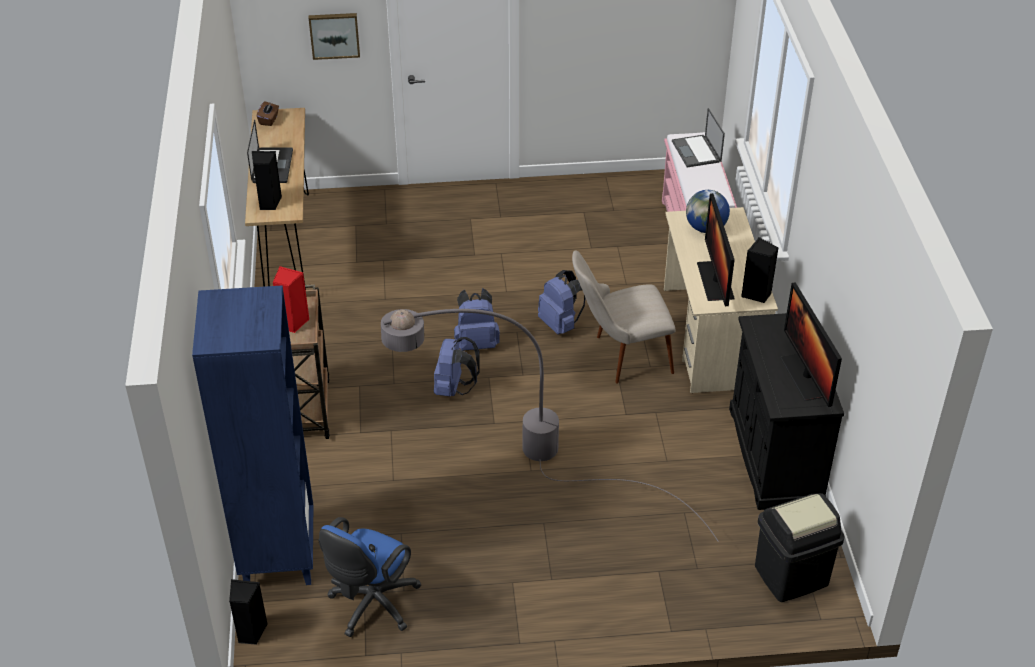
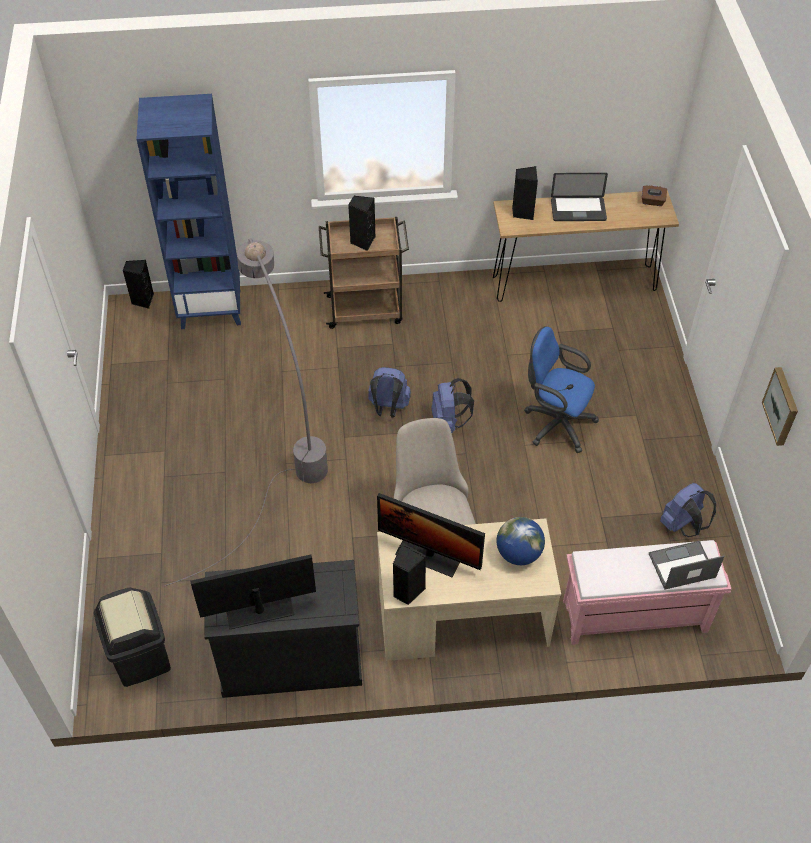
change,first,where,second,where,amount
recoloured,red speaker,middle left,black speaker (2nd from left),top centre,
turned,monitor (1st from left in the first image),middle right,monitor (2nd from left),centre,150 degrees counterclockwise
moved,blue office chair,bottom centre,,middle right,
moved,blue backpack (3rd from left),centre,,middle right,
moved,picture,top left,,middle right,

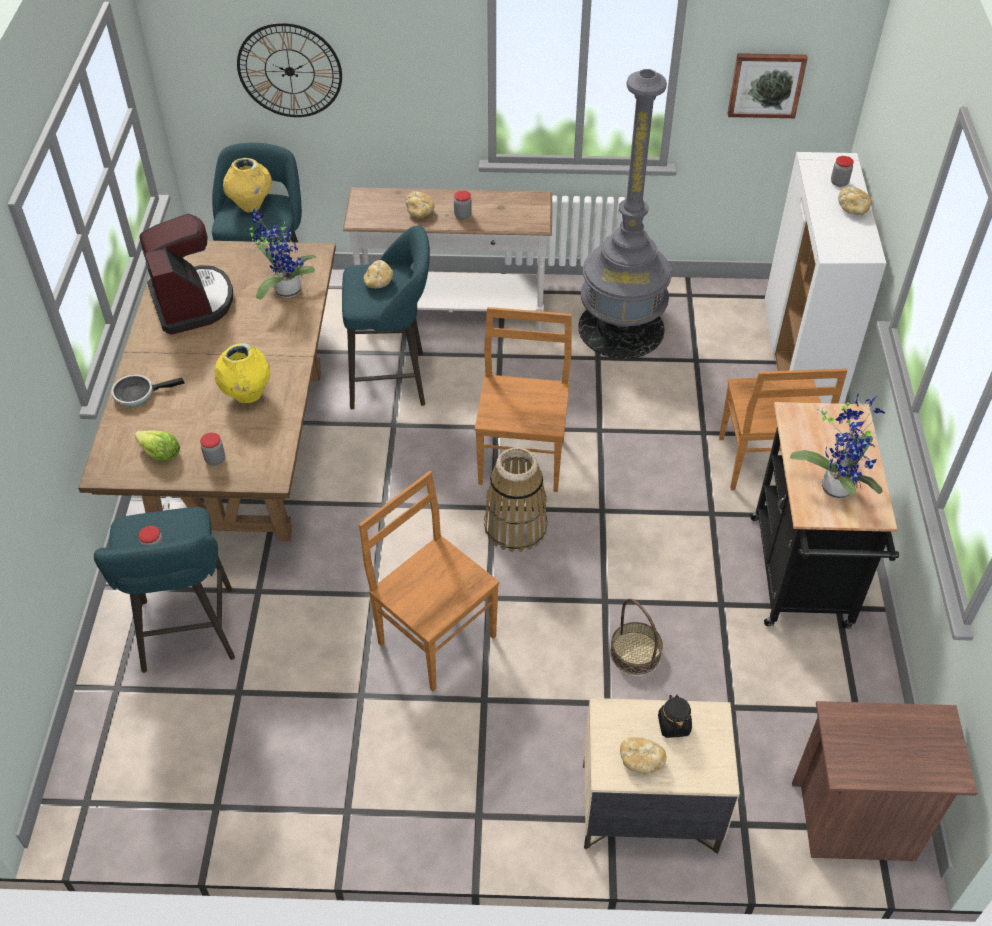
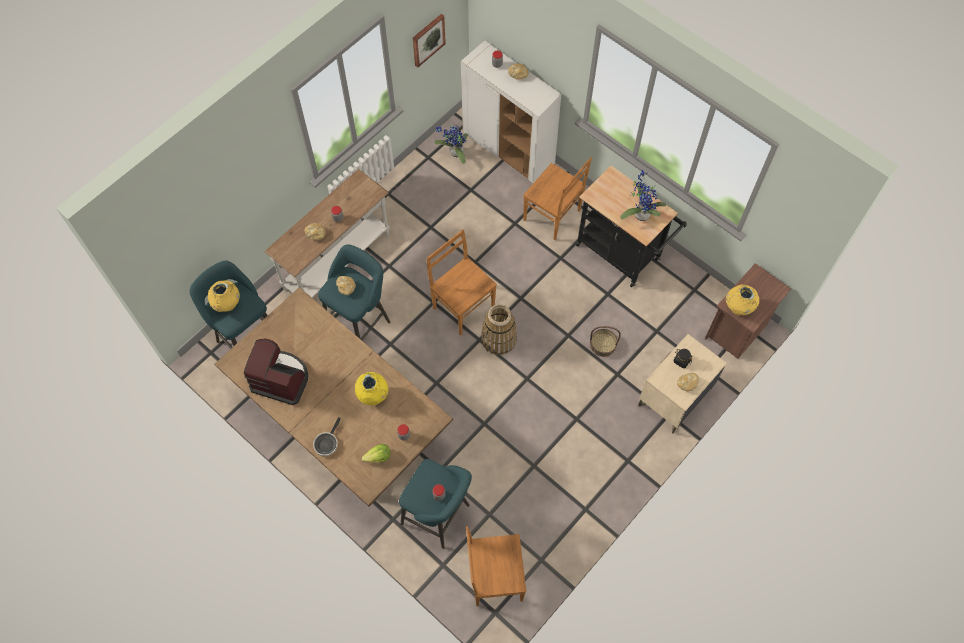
change,first,where,second,where,amount
moved,potted plant (1st from left),top left,,top centre,
moved,brown chair (1st from left in the first image),centre,brown chair (2nd from left),bottom centre,
added,,,yellow vase (3rd from left),middle right,
removed,wall clock,top left,,,
removed,grey floor lamp,top centre,,,

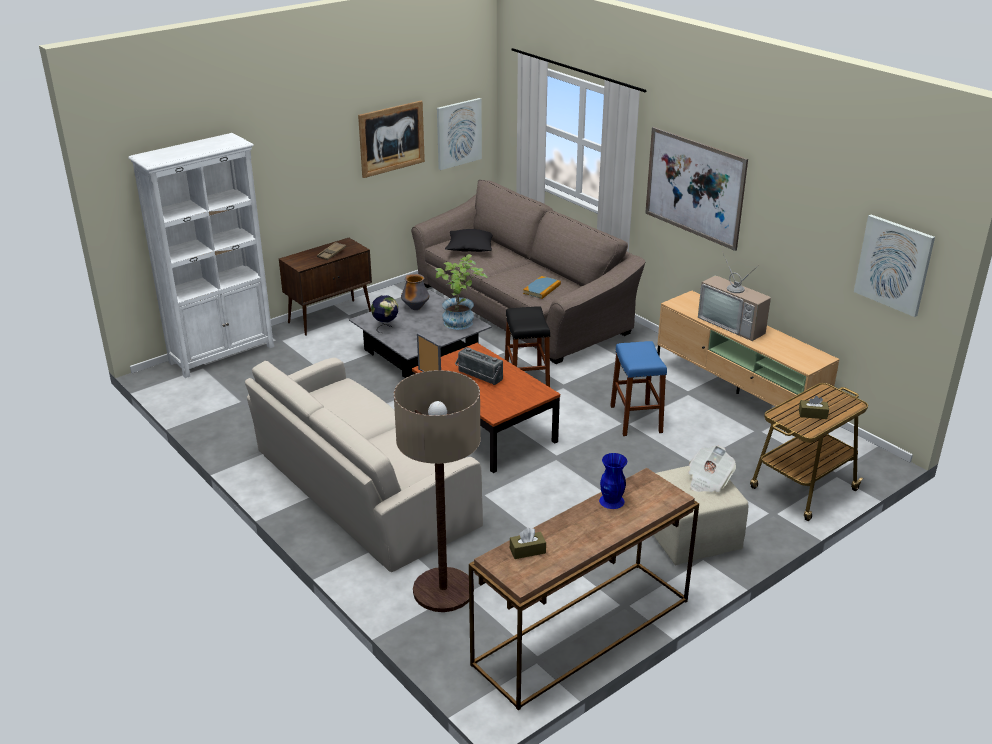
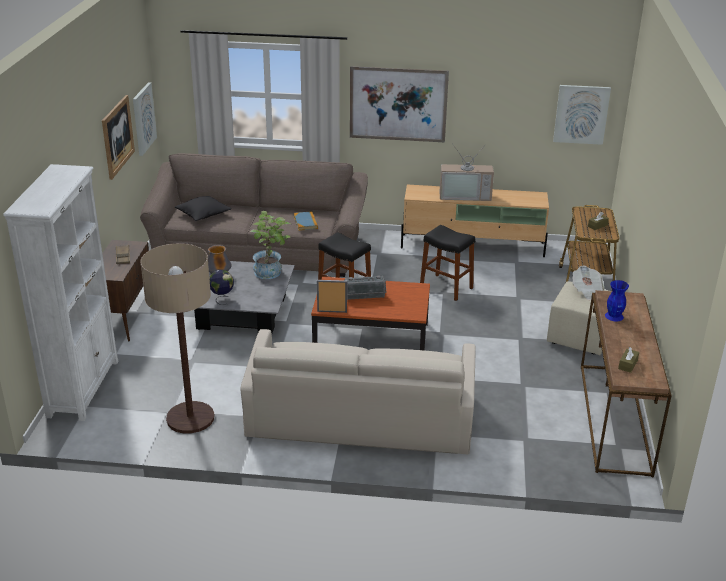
change,first,where,second,where,amount
moved,floor lamp,centre,,middle left,
recoloured,blue stool,centre,black stool (2nd from left),centre,

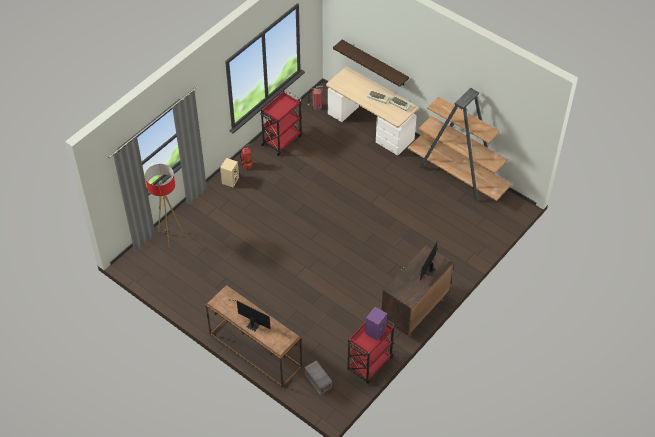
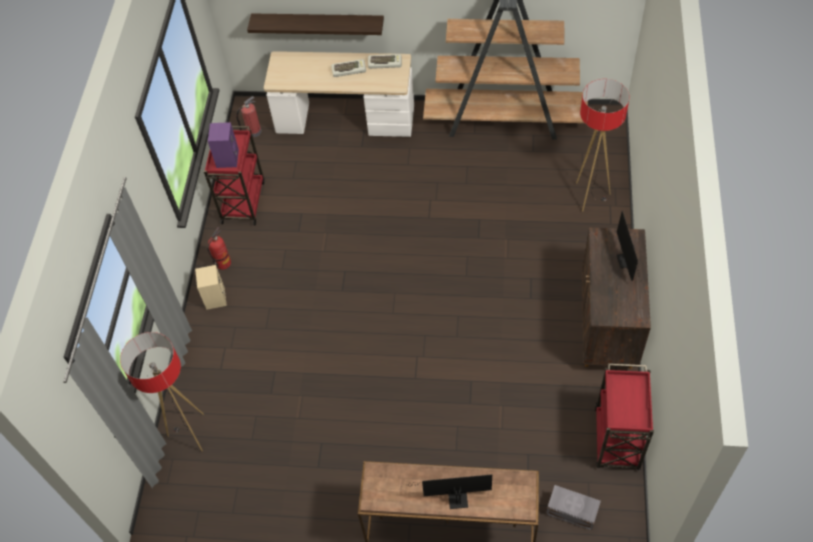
change,first,where,second,where,amount
moved,purple speaker,bottom centre,,top left,
added,,,floor lamp (2nd from left),top right,

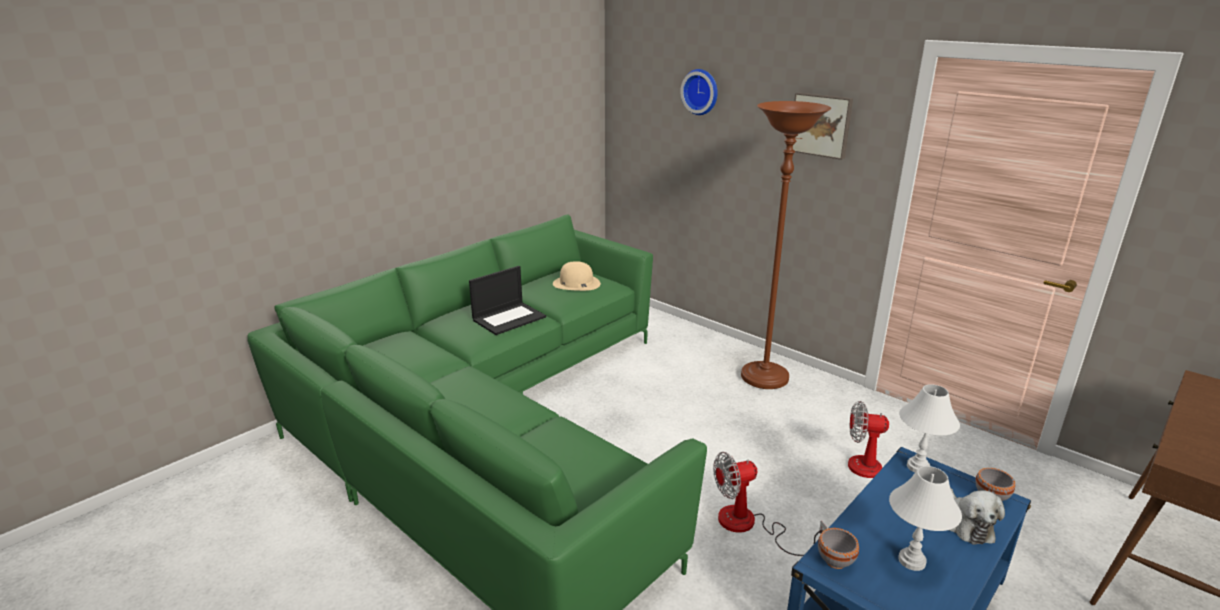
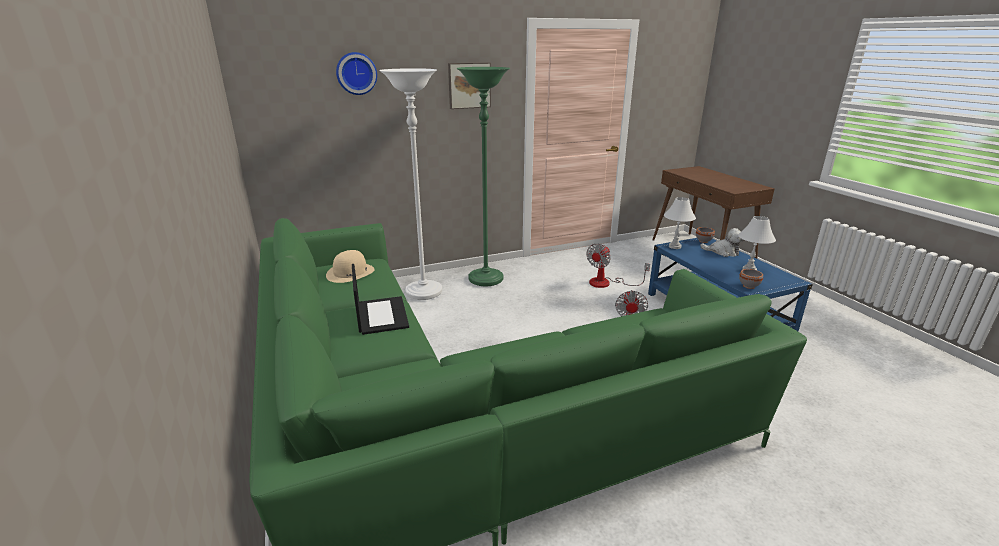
change,first,where,second,where,amount
added,,,white floor lamp,centre,
recoloured,brown floor lamp,centre,green floor lamp,top centre,

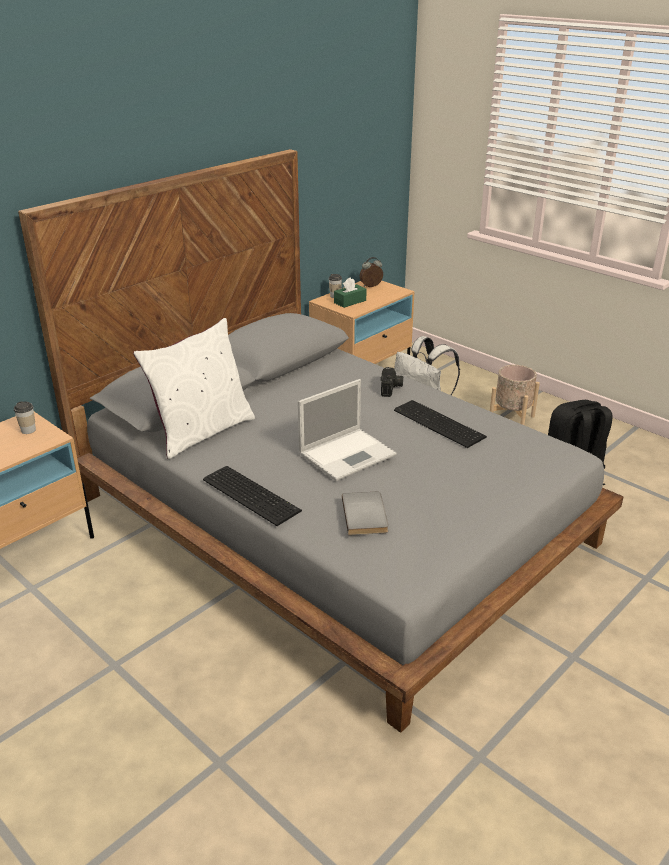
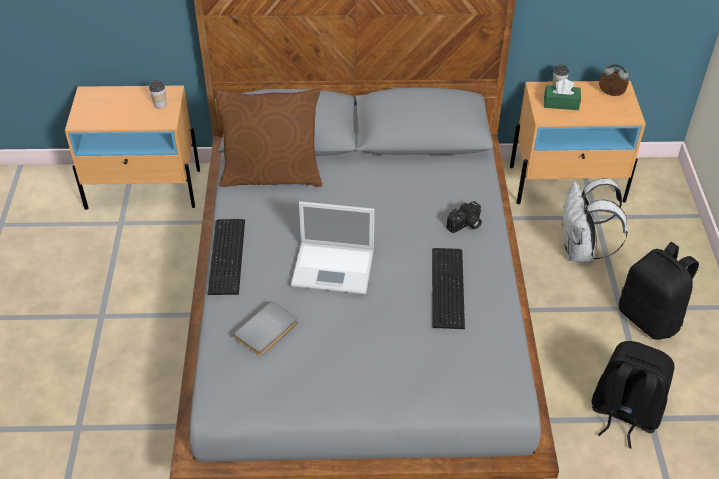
change,first,where,second,where,amount
recoloured,white pillow,middle left,brown pillow,top centre,
replaced,beige planter,middle right,black backpack (2nd from left),middle right,

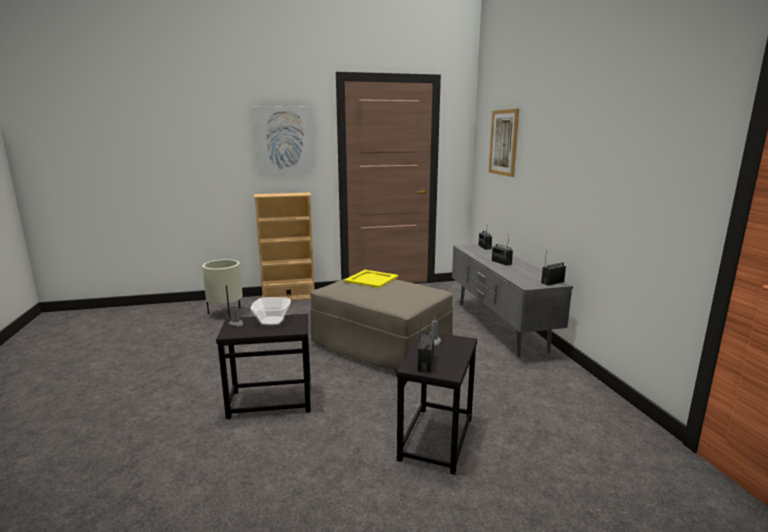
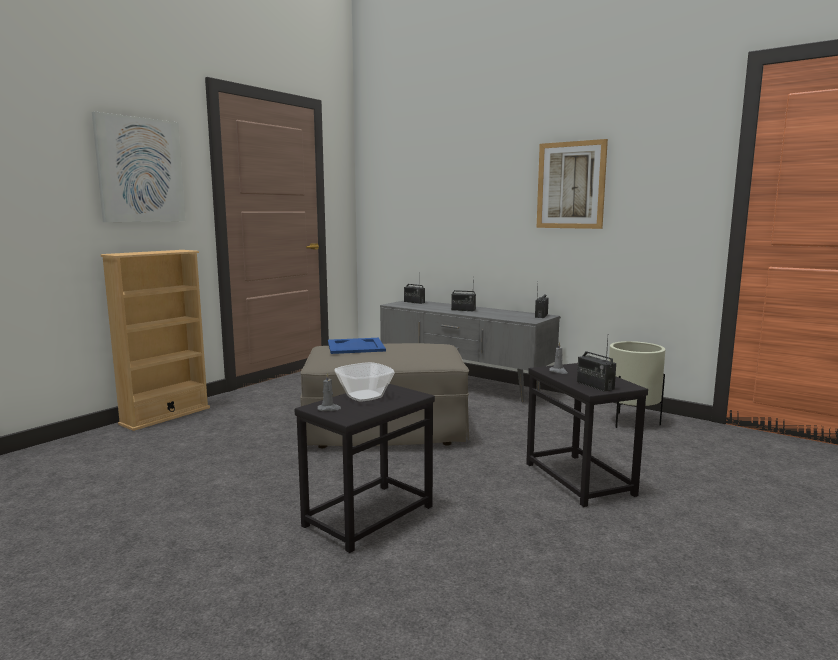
change,first,where,second,where,amount
recoloured,yellow tray,centre,blue tray,centre,
moved,picture (2nd from left),top centre,,top right,
moved,beige planter,middle left,,middle right,

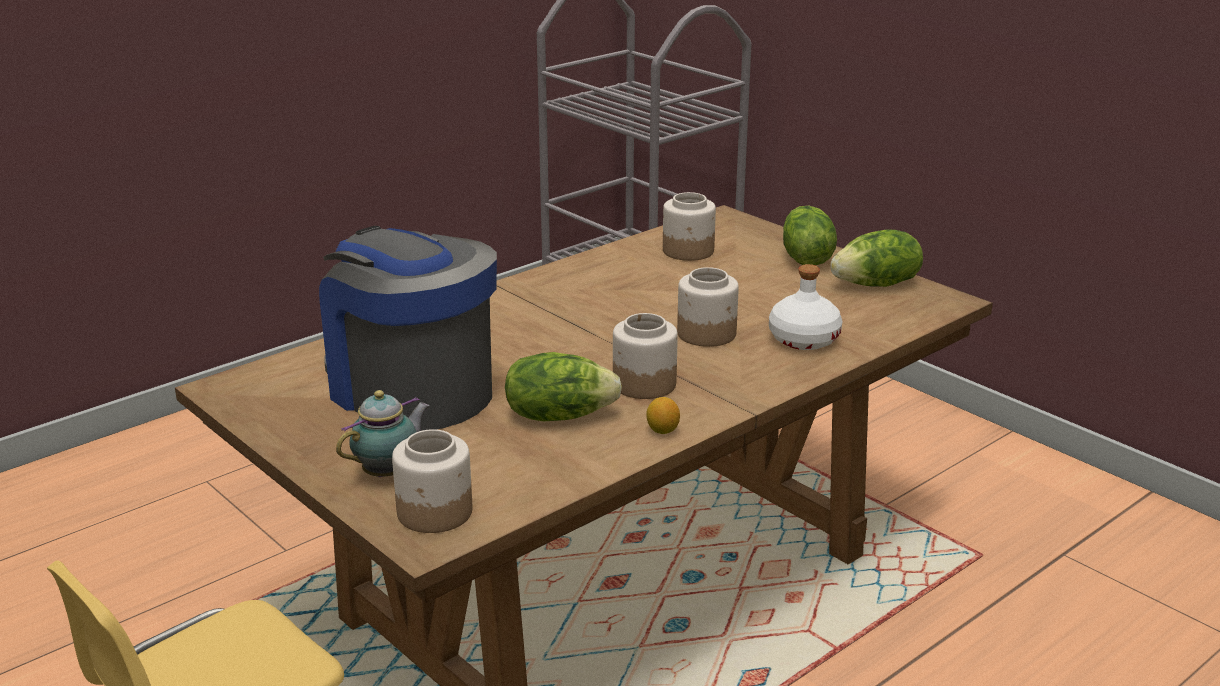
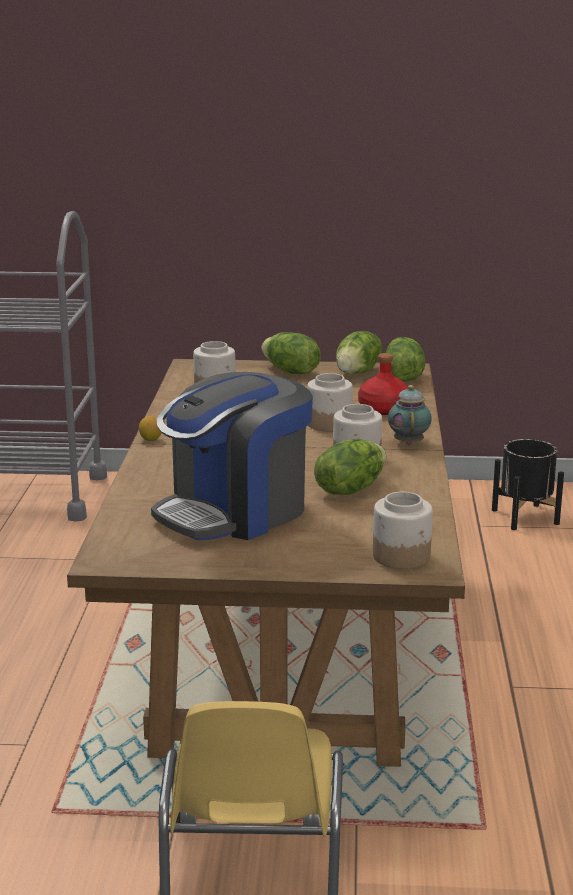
change,first,where,second,where,amount
moved,lemon,centre,,middle left,
turned,coffee machine,centre,,centre,45 degrees counterclockwise
recoloured,white bottle,centre,red bottle,middle right,
added,,,lettuce (4th from left),middle right,
moved,teapot,middle left,,middle right,
added,,,black planter,middle right,

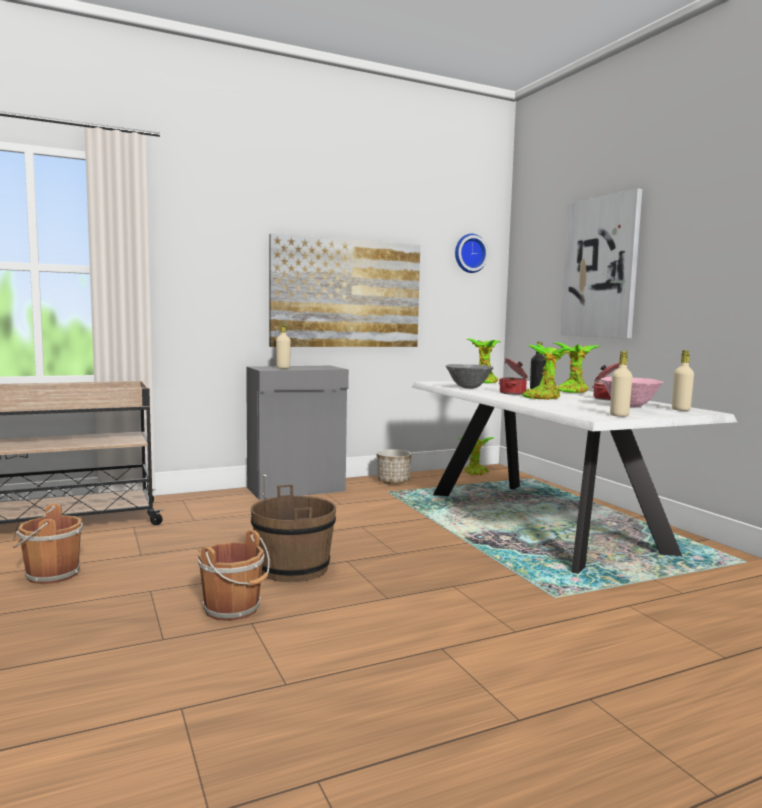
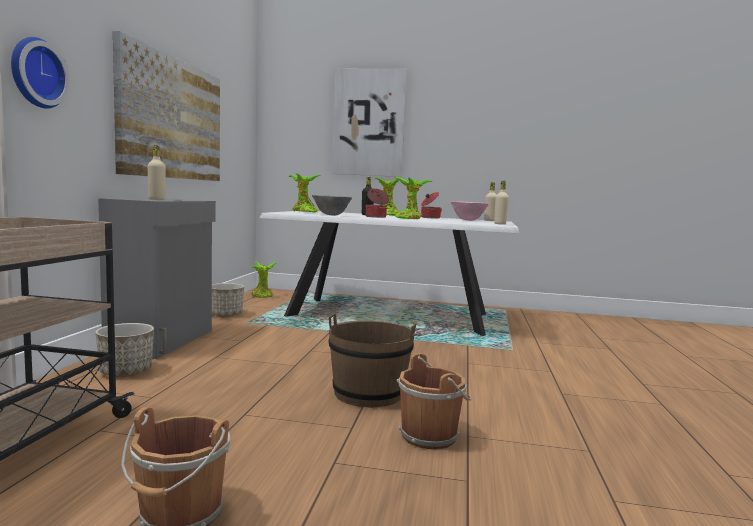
change,first,where,second,where,amount
moved,wall clock,top centre,,top left,
added,,,planter (1st from left),middle left,

